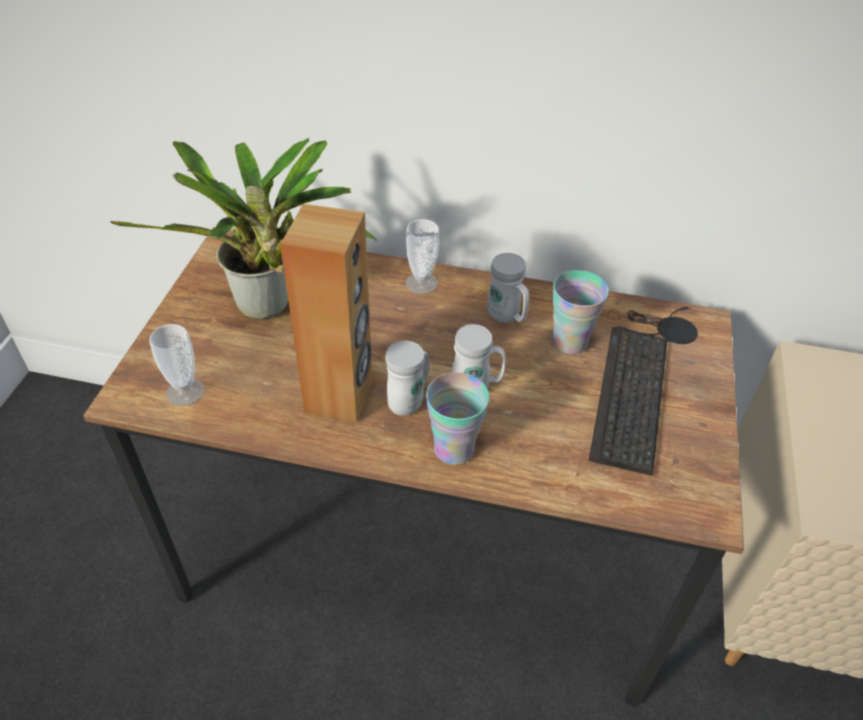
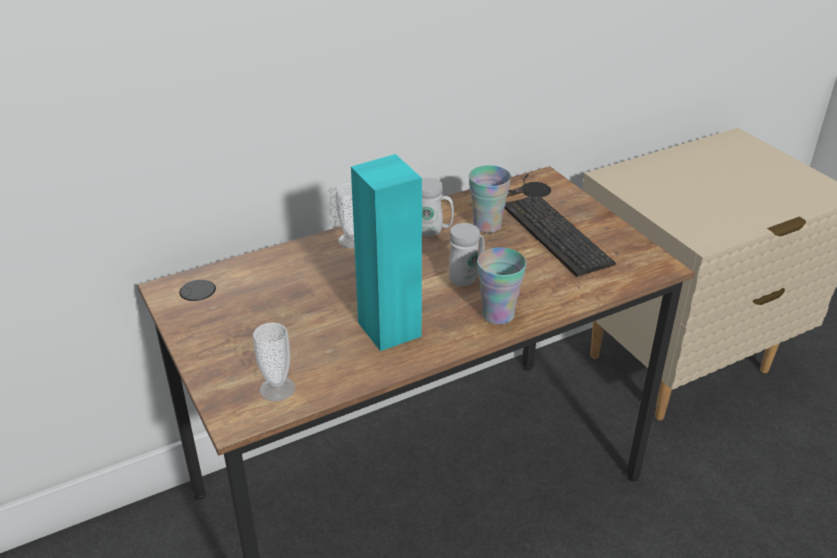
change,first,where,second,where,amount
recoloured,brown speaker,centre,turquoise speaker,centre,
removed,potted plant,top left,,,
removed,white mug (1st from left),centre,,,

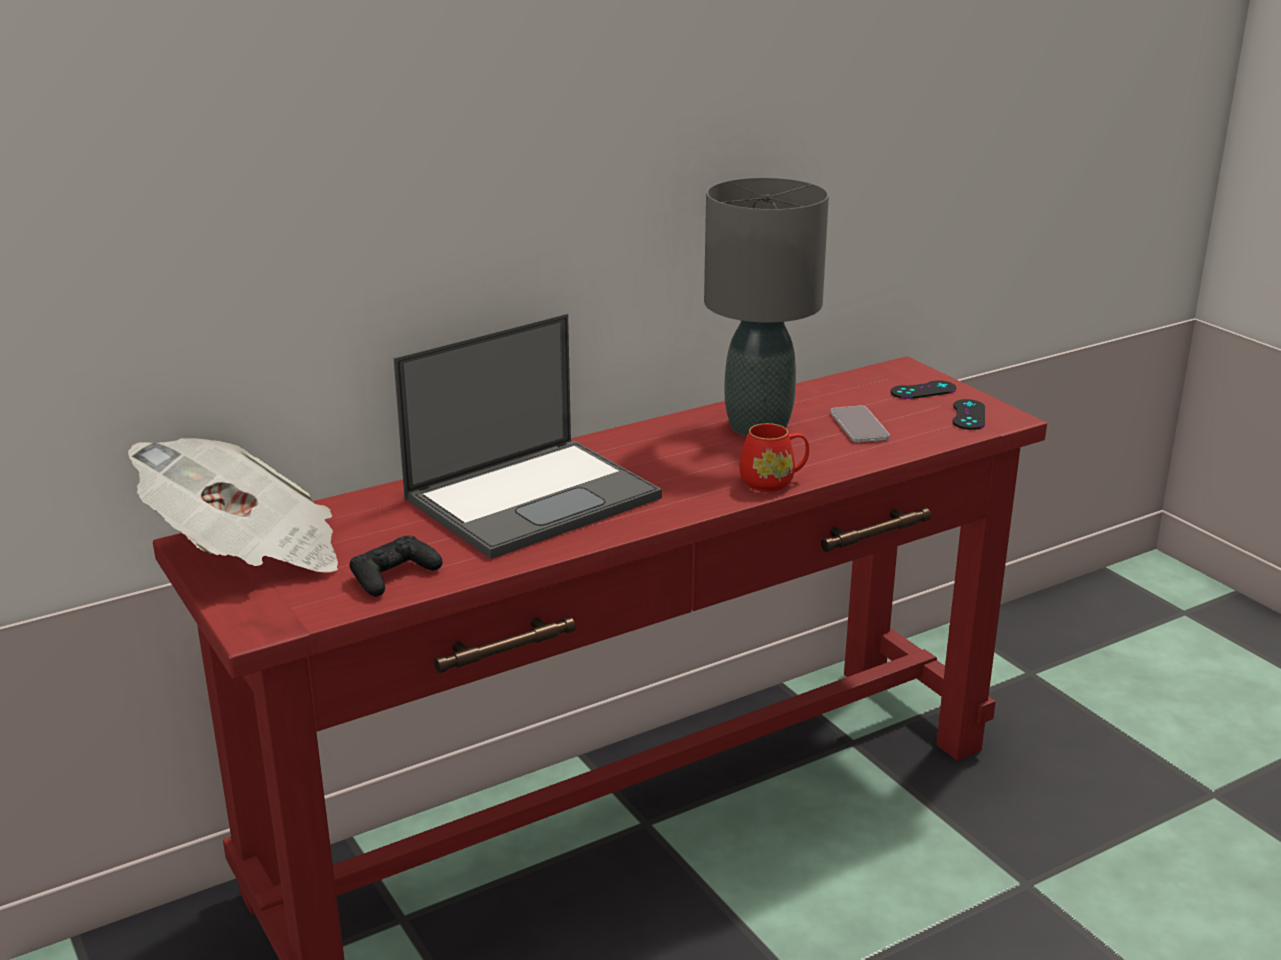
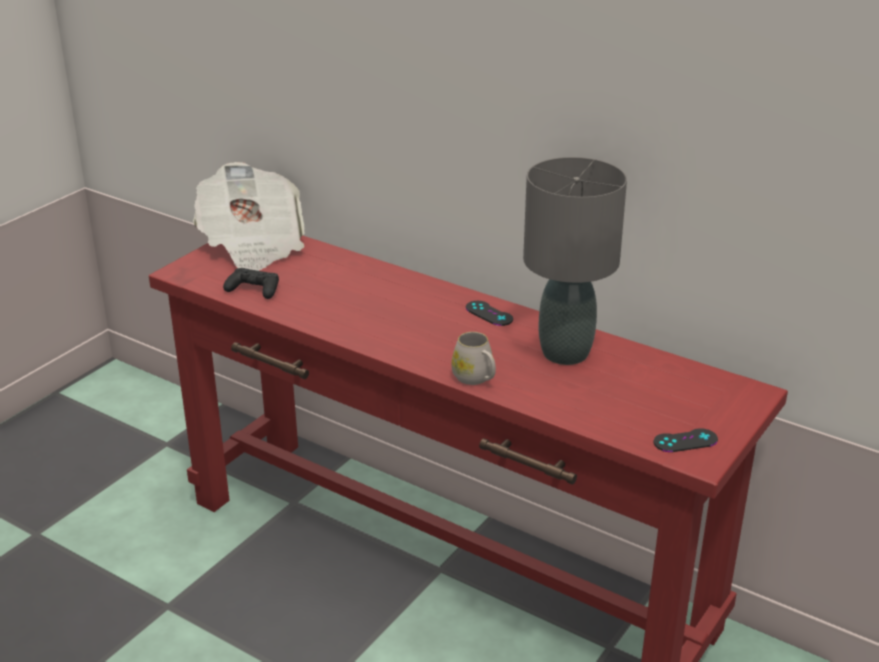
change,first,where,second,where,amount
recoloured,red mug,centre,white mug,centre,
moved,black game controller (2nd from left),middle right,,centre,
removed,laptop,centre,,,
removed,phone,middle right,,,

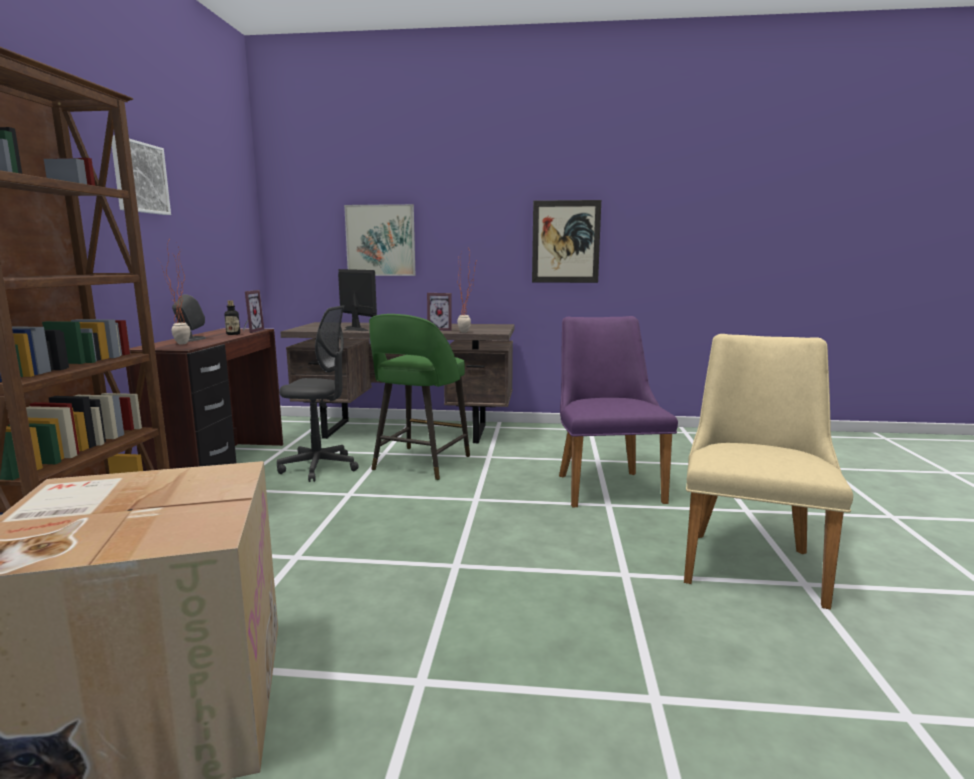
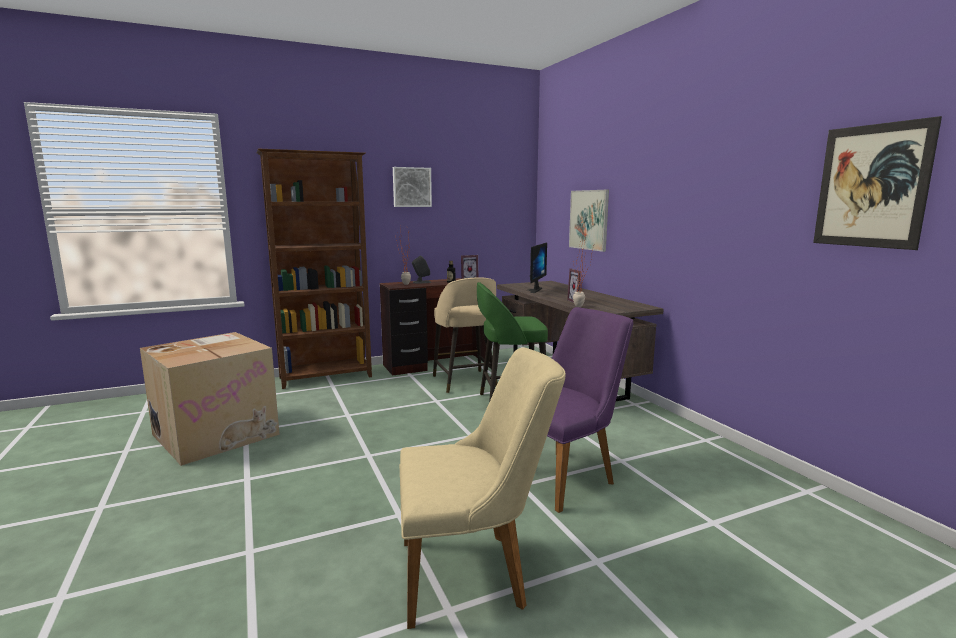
change,first,where,second,where,amount
replaced,grey office chair,middle left,beige stool,centre,
moved,picture (3rd from left),top centre,,top right,

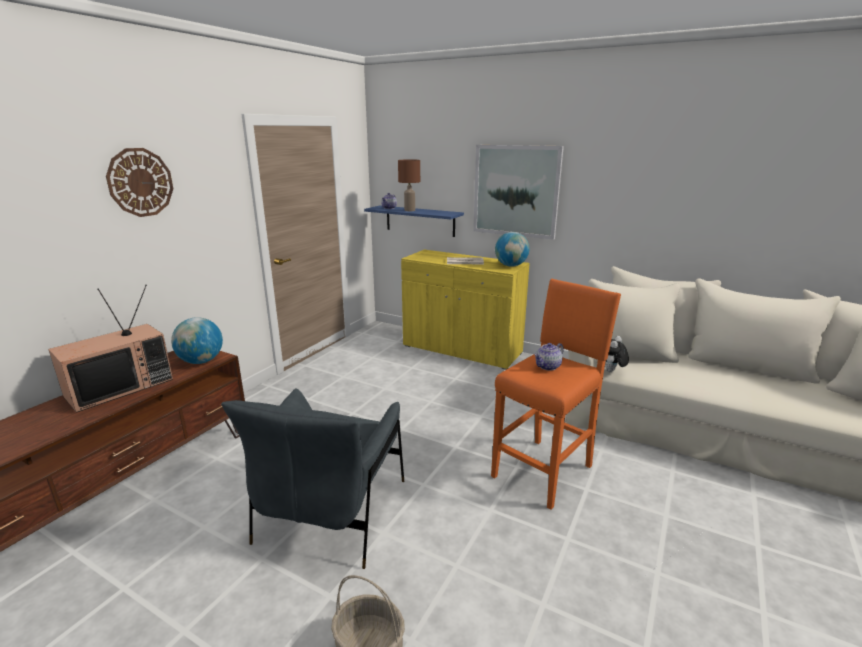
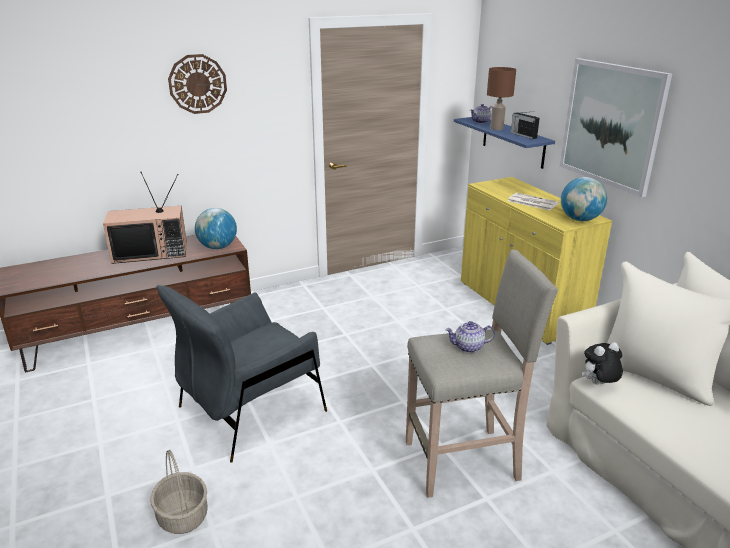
change,first,where,second,where,amount
recoloured,orange stool,centre,beige stool,bottom centre,
added,,,radio,top right,

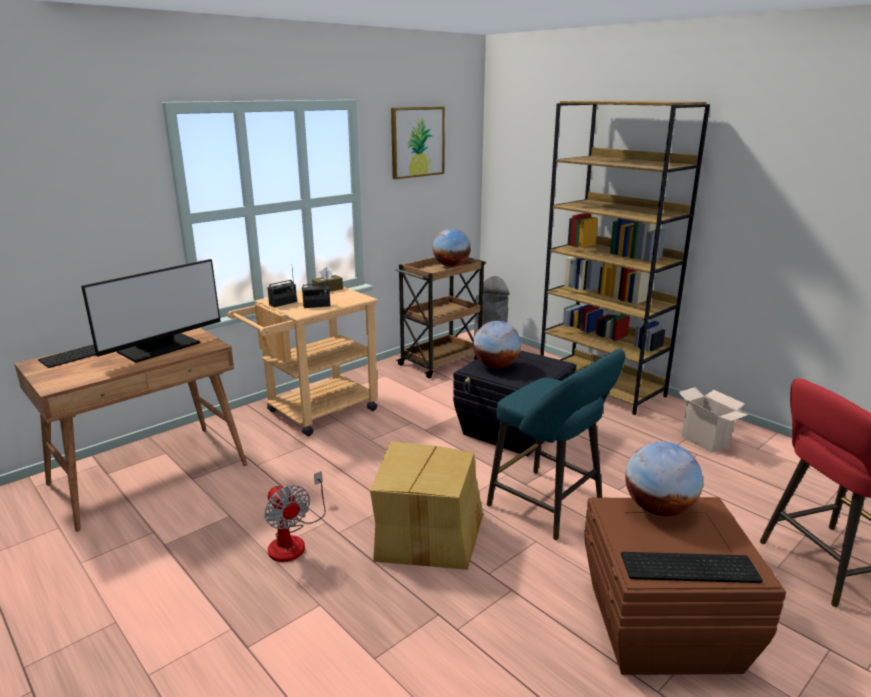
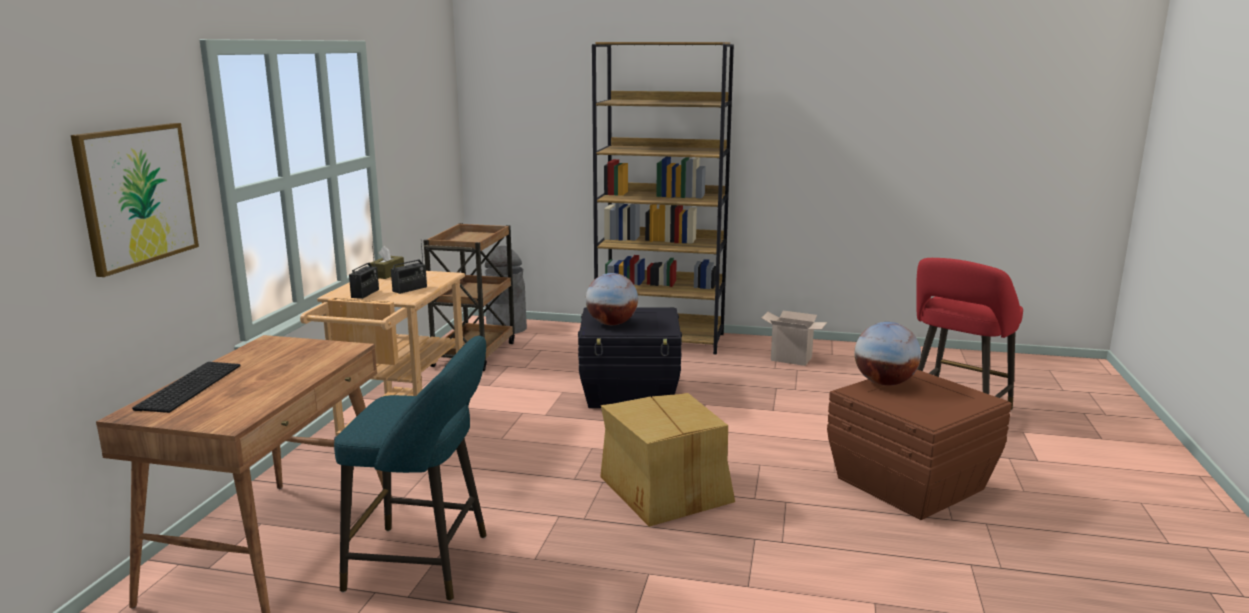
change,first,where,second,where,amount
moved,picture,top centre,,top left,
moved,turquoise stool,centre,,bottom left,
removed,monitor,middle left,,,
removed,fan,bottom centre,,,
removed,globe (1st from left),centre,,,
removed,keyboard (2nd from left),bottom right,,,

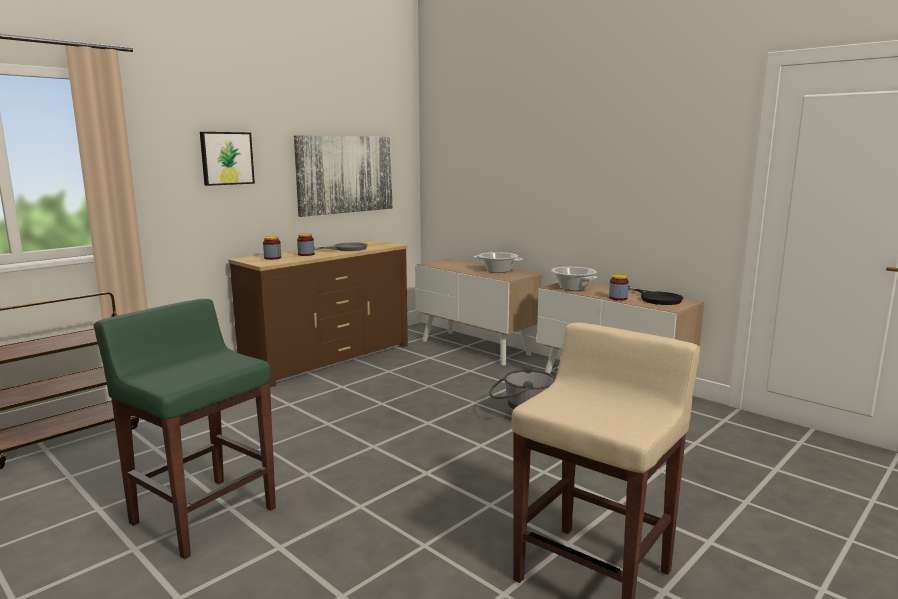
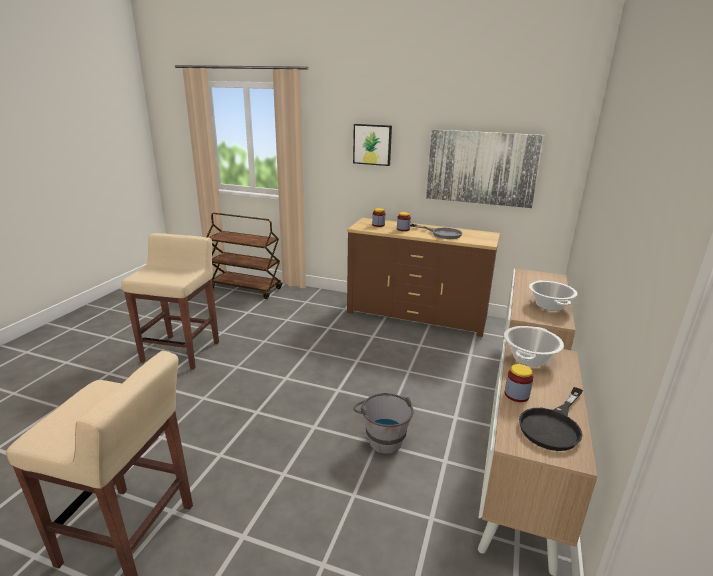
change,first,where,second,where,amount
recoloured,green stool,bottom left,beige stool (2nd from left),middle left,

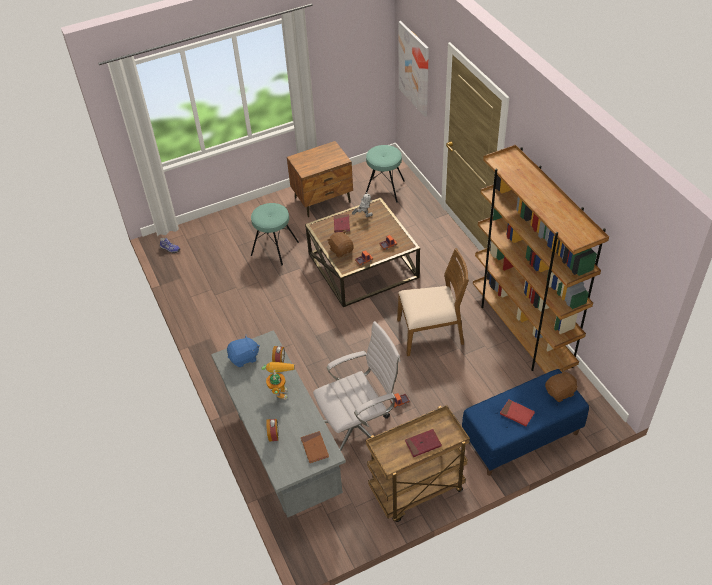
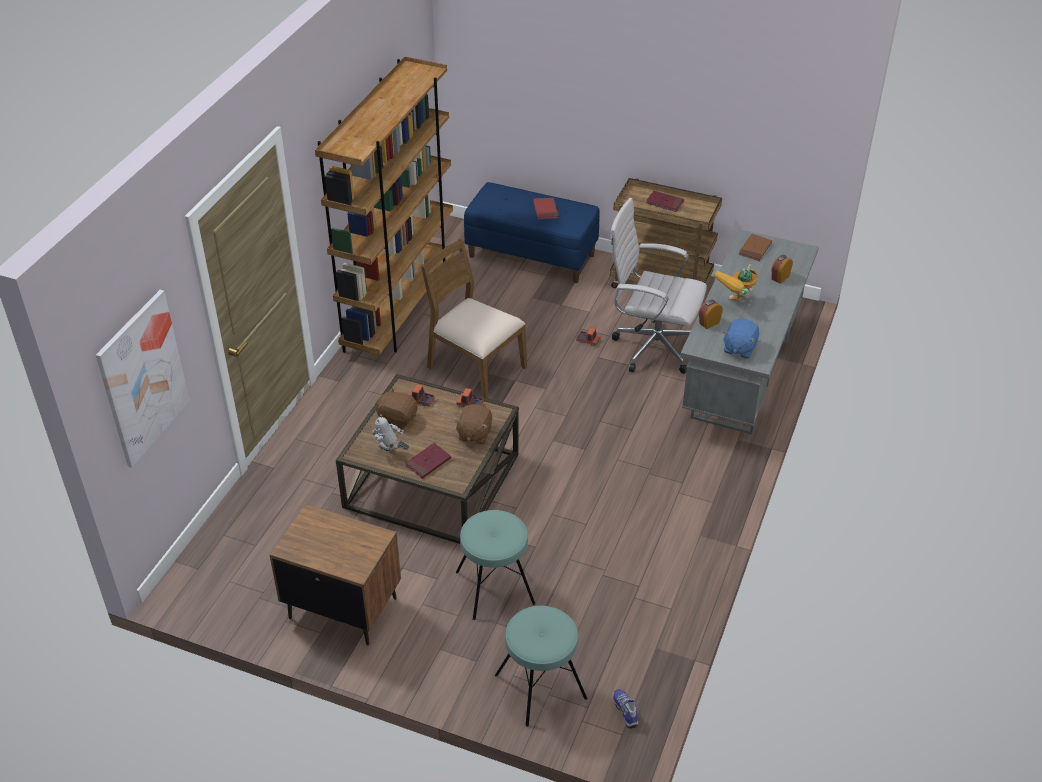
change,first,where,second,where,amount
moved,brown plush toy (2nd from left in the first image),middle right,brown plush toy (1st from left),centre,
moved,turquoise stool (2nd from left),top centre,,bottom centre,
turned,blue plush toy,centre,,middle right,90 degrees counterclockwise

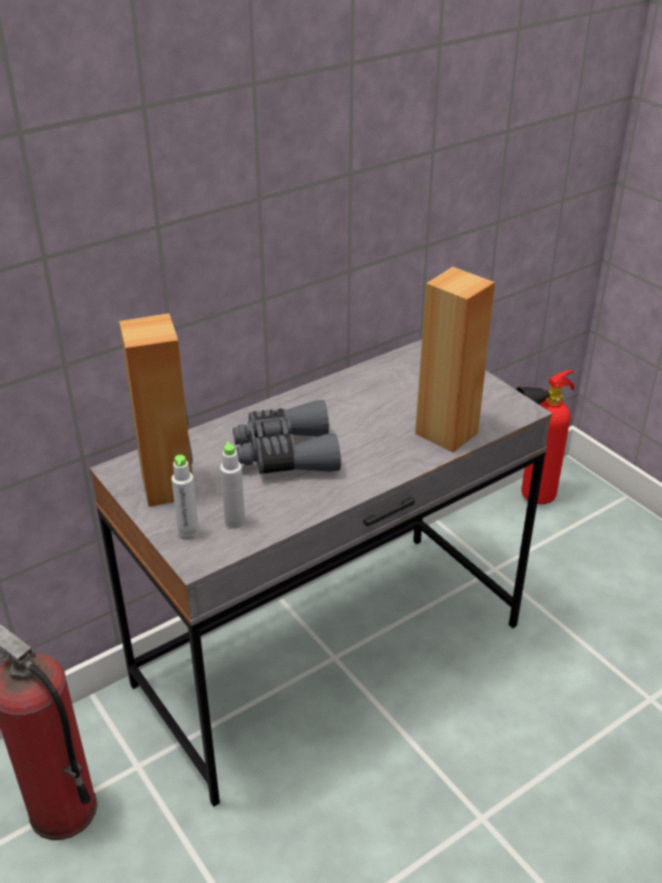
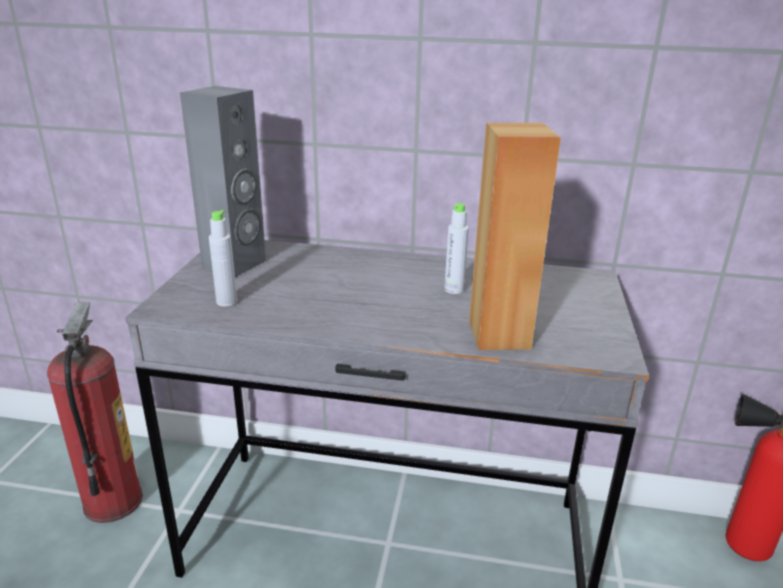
change,first,where,second,where,amount
recoloured,brown speaker (1st from left),middle left,grey speaker,top left,
moved,grey bottle (1st from left in the first image),middle left,grey bottle (2nd from left),centre,
removed,grey binoculars,centre,,,

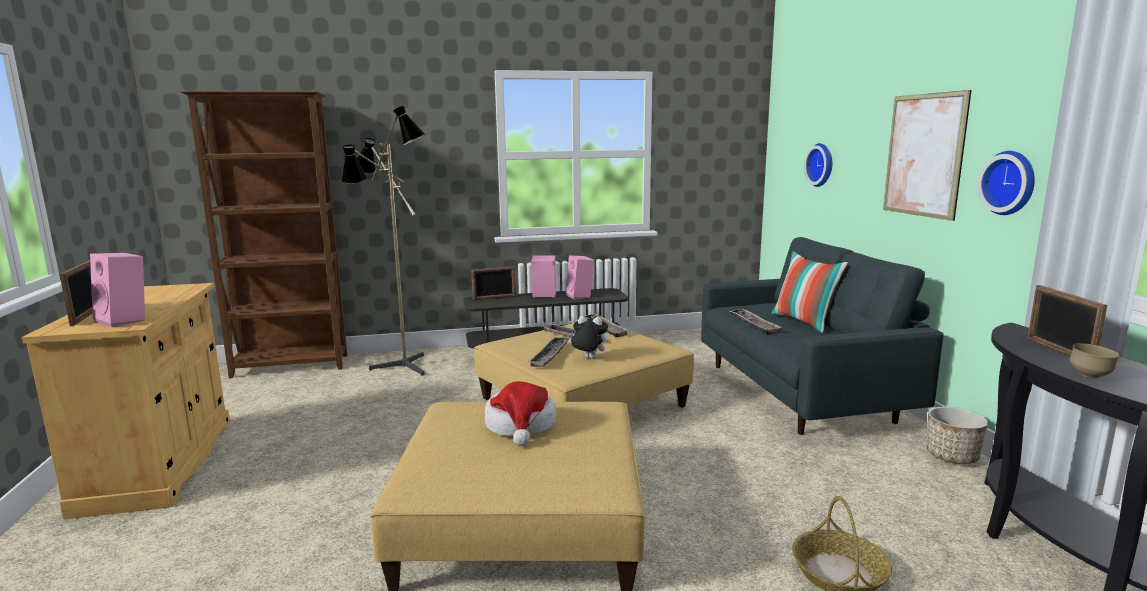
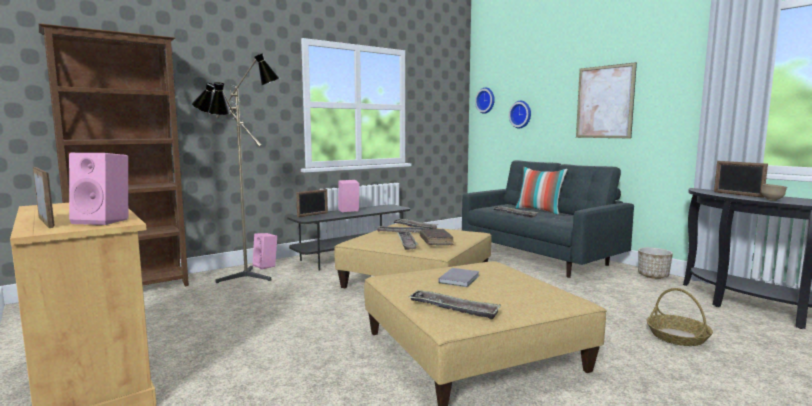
change,first,where,second,where,amount
moved,pink speaker (3rd from left in the first image),centre,pink speaker (2nd from left),middle left,
added,,,tray (4th from left),bottom centre,
replaced,plush toy,centre,brown book,centre,
replaced,hat,bottom centre,grey book,bottom centre,
moved,wall clock (2nd from left in the first image),top right,wall clock (1st from left),top centre,

